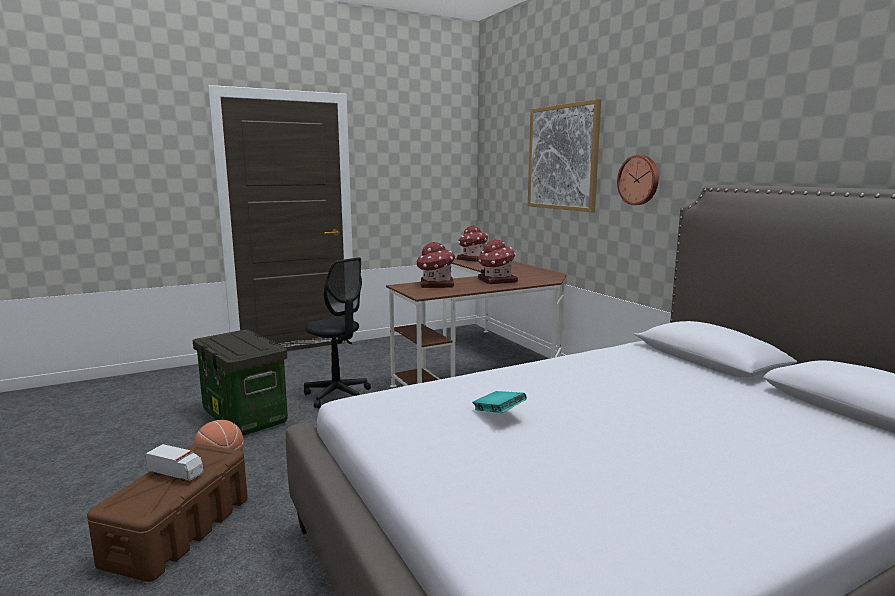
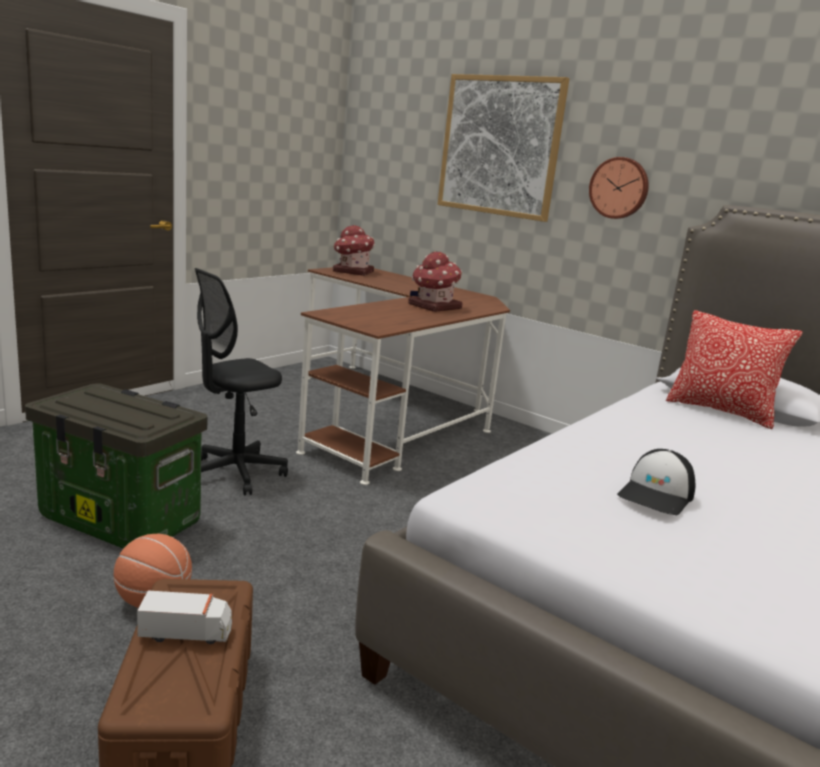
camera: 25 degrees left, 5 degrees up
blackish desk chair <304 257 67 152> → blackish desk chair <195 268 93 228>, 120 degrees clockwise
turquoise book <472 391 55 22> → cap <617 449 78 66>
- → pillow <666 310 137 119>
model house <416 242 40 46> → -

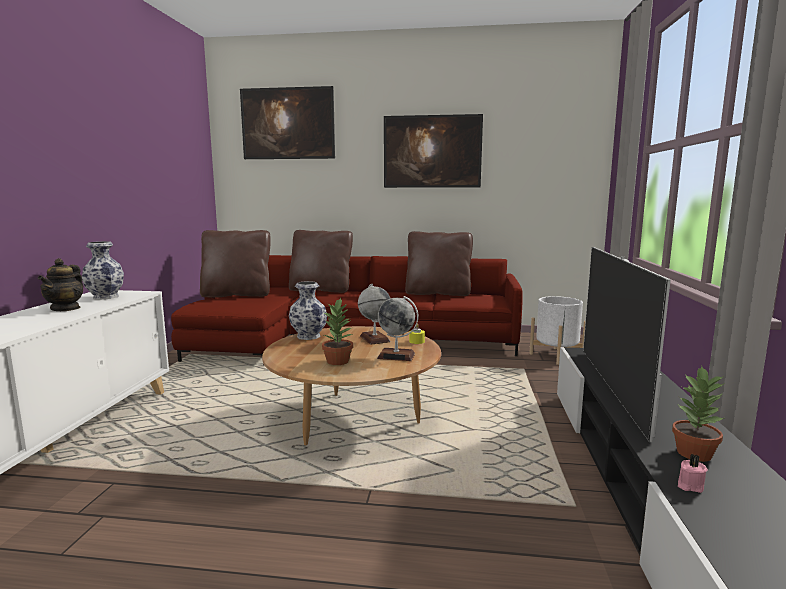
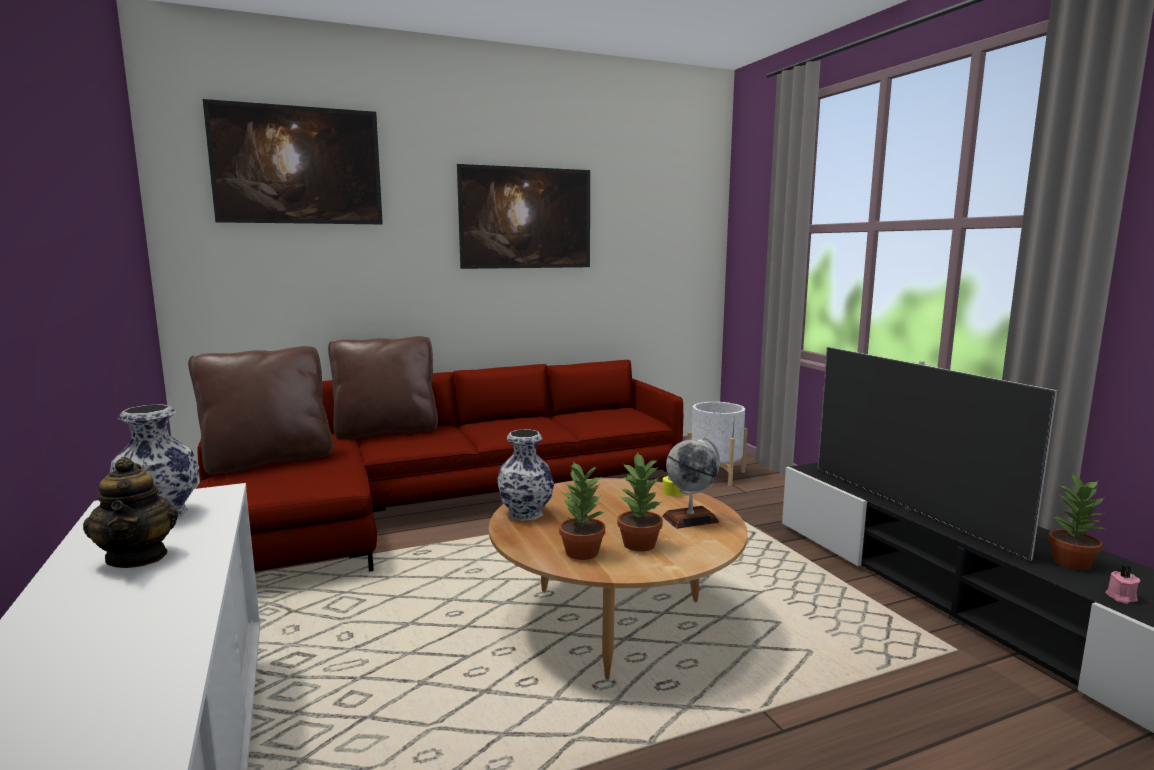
camera: 30 degrees left, 0 degrees up
- → potted plant <559 461 46 99>
desk globe <358 284 33 61> → -
brown pillow <405 231 68 65> → -

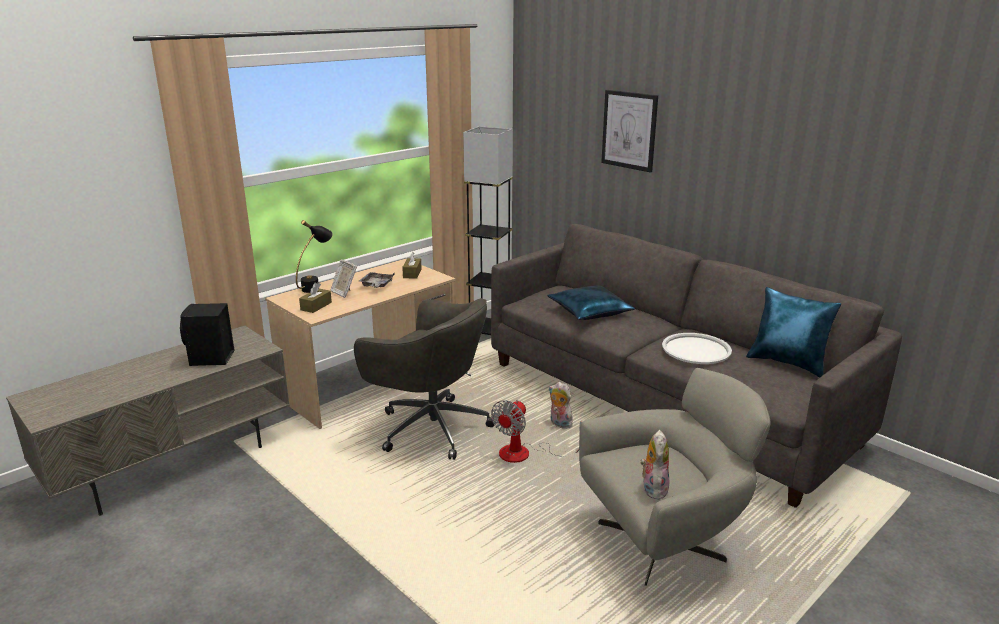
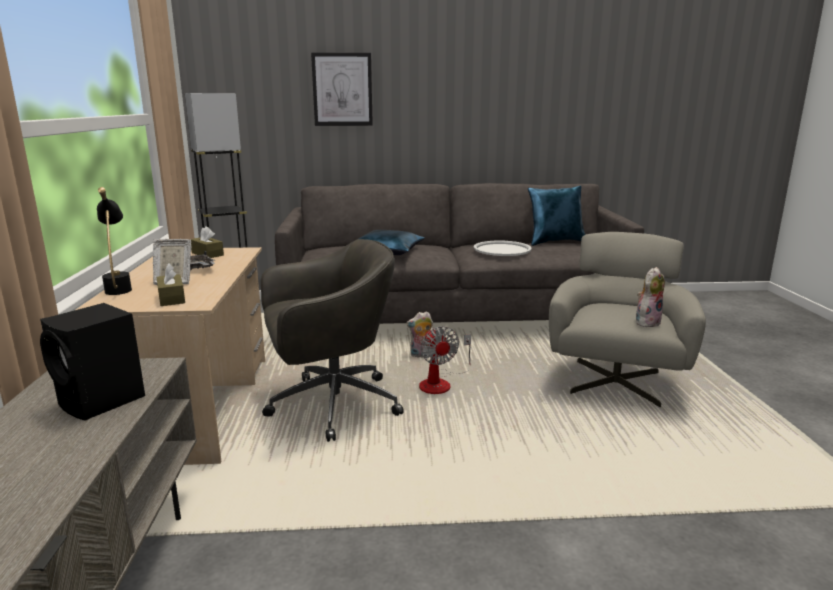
camera: 50 degrees left, 5 degrees down
soft toy <640 430 29 70> → soft toy <636 267 29 60>, 90 degrees clockwise

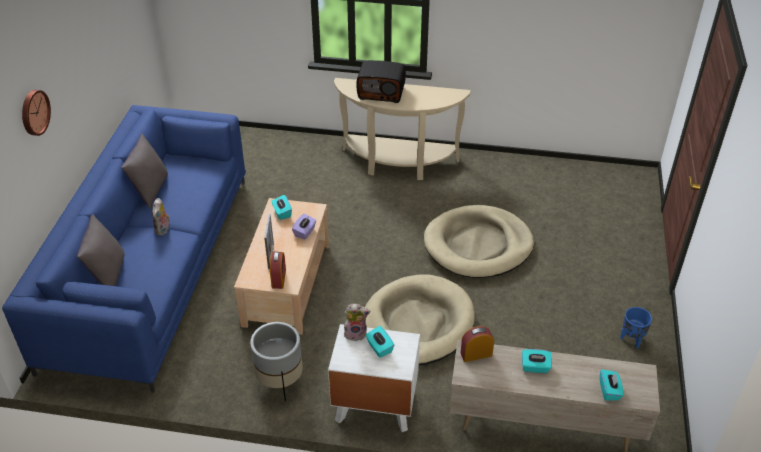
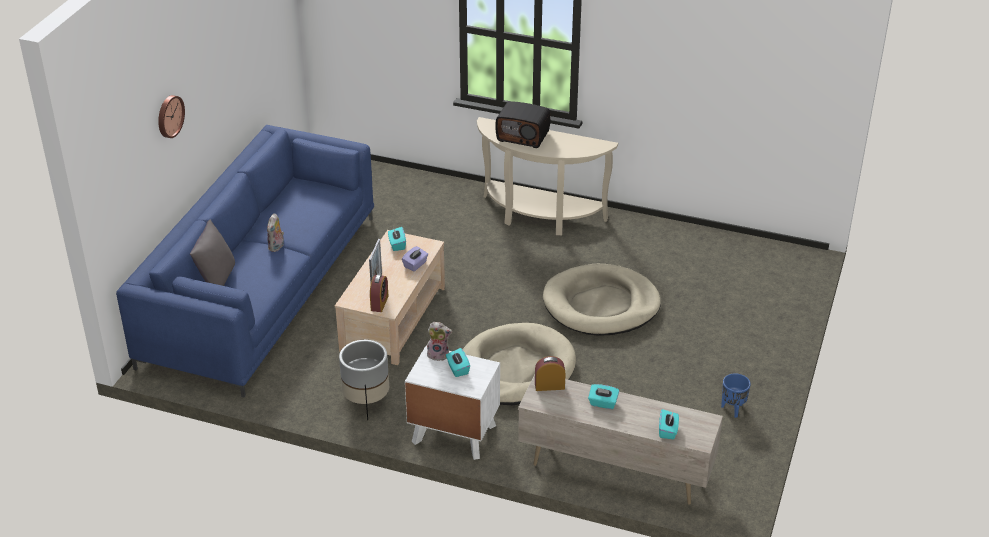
camera: 10 degrees right, 5 degrees down
greyish pillow <121 134 47 75> → -

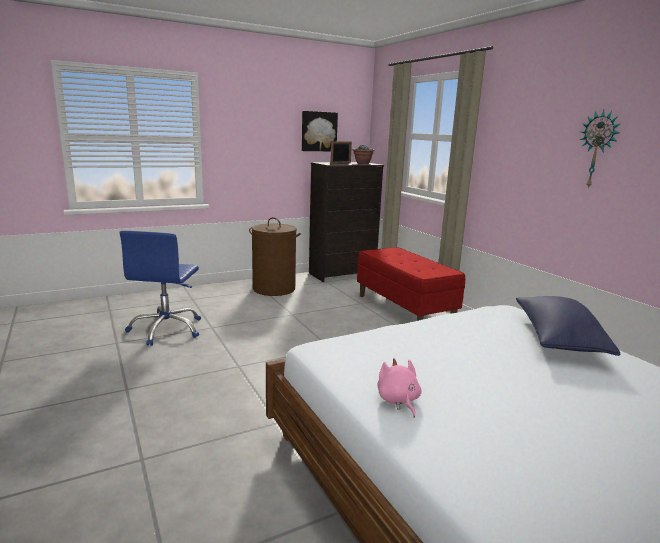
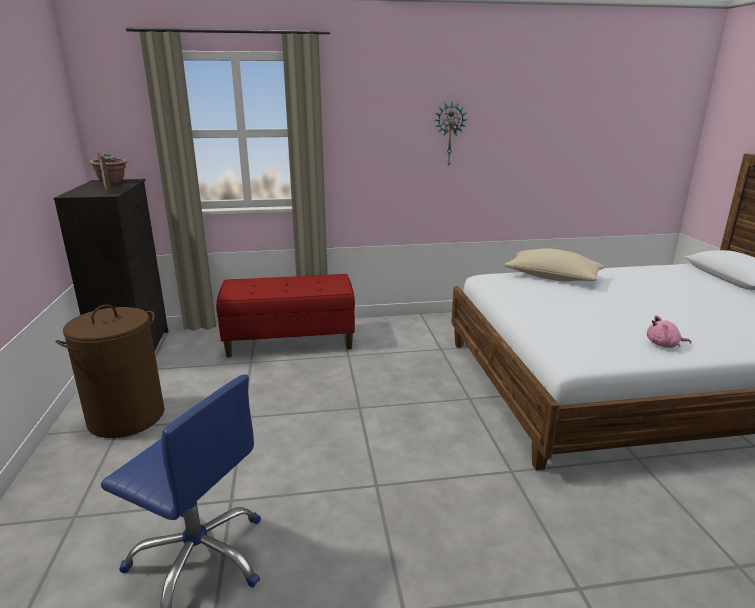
camera: 70 degrees left, 5 degrees up
blue-coloured pillow <516 296 104 60> → sand-coloured pillow <504 248 100 33>
picture <302 111 36 40> → -

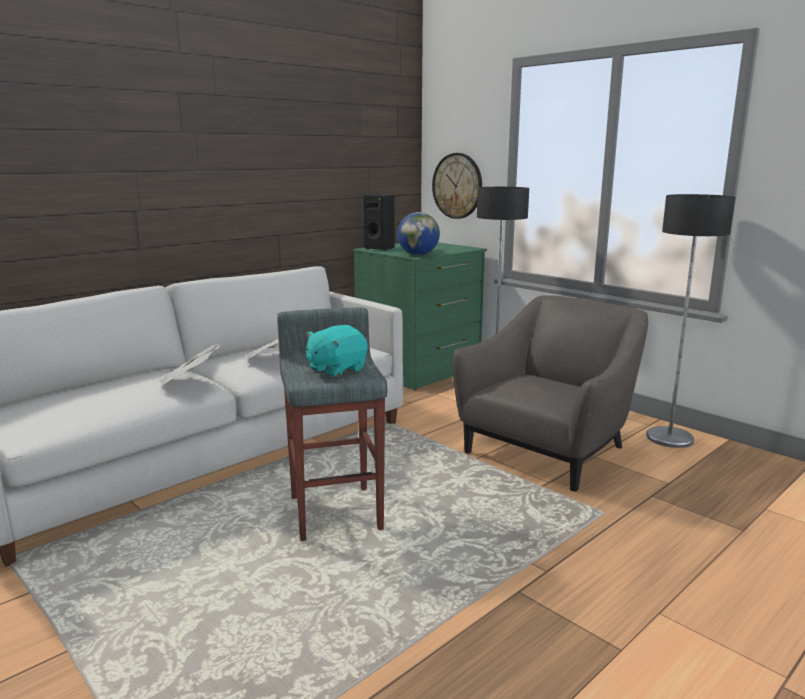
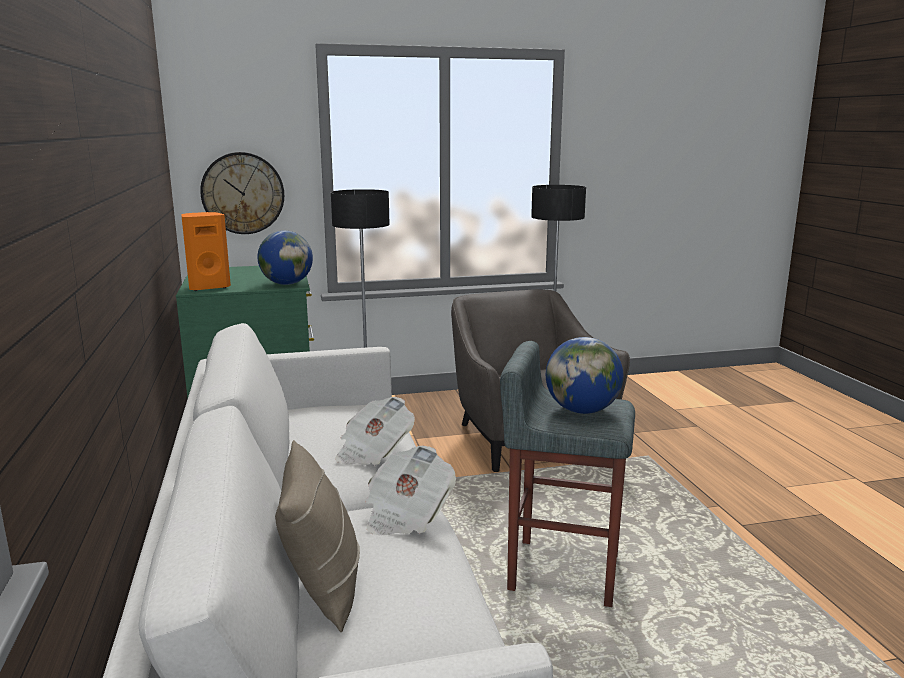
camera: 60 degrees left, 0 degrees up
blackish audio speaker <363 194 32 57> → orange audio speaker <182 212 49 79>
- → sand-coloured pillow <275 440 85 192>
turquoise soft toy <306 325 62 52> → desk globe <546 337 77 77>

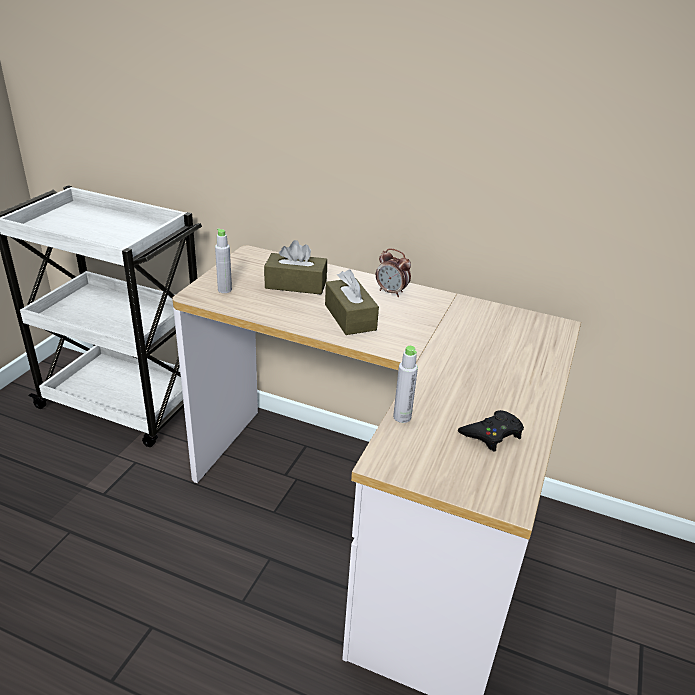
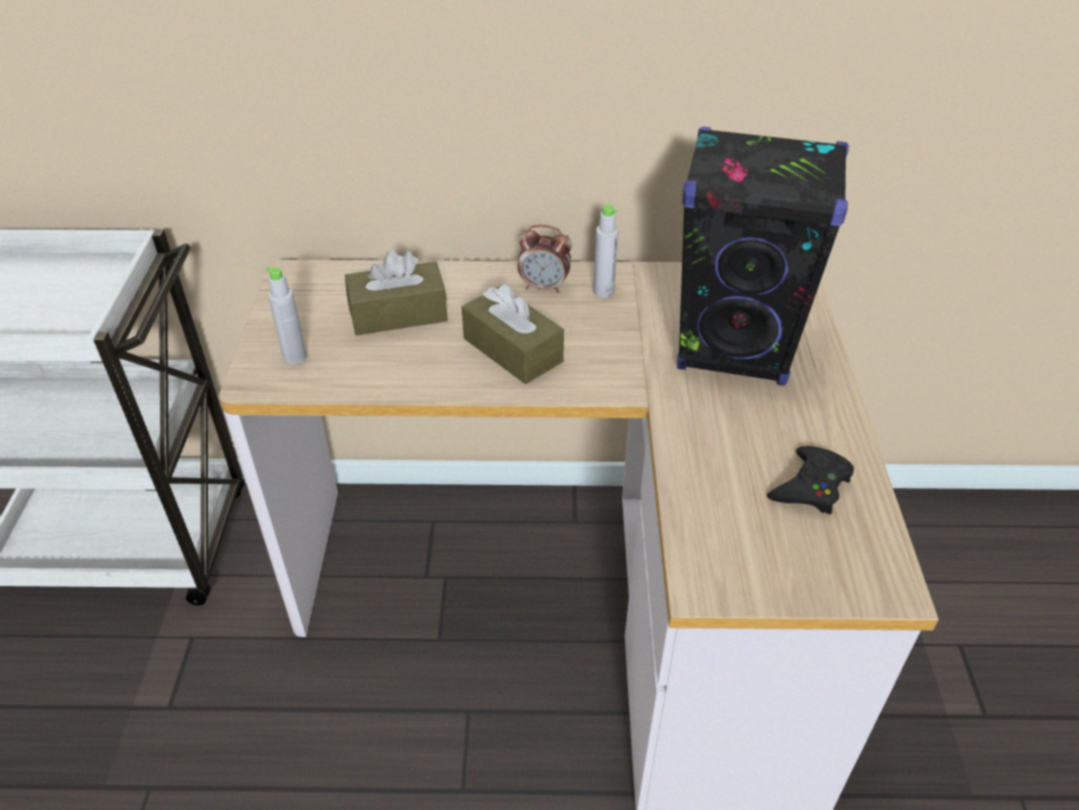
camera: 20 degrees left, 10 degrees up
greyish drink bottle <393 346 25 77> → greyish drink bottle <593 205 25 93>, shifted
- → blackish audio speaker <677 127 172 259>

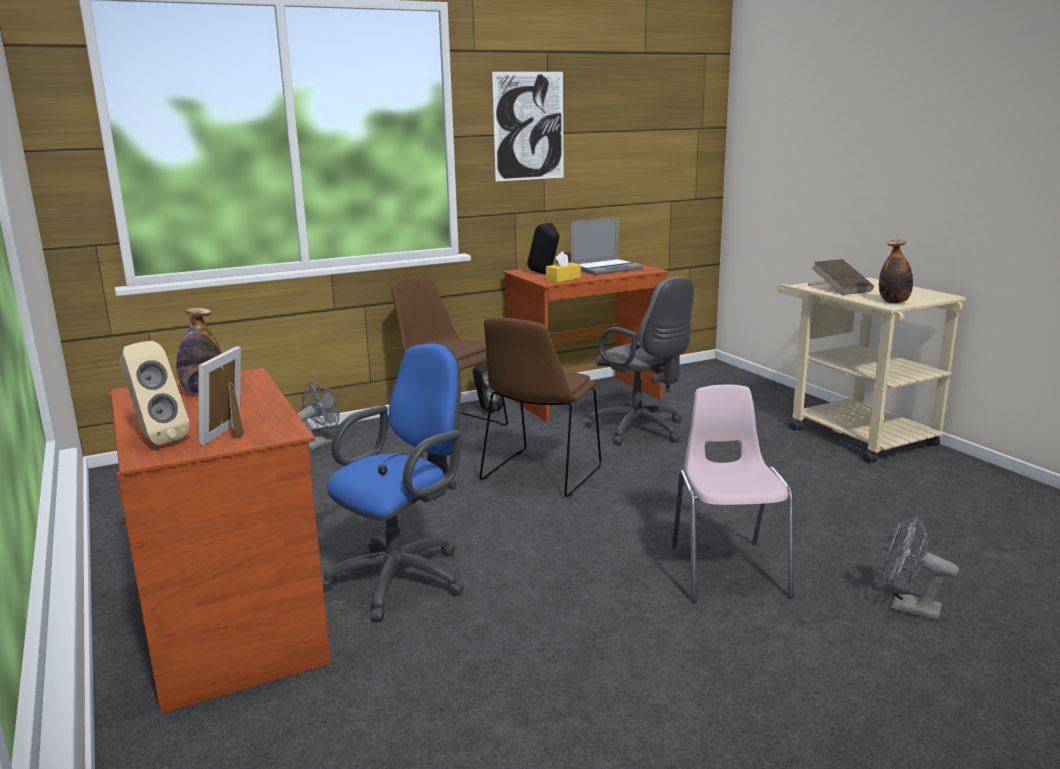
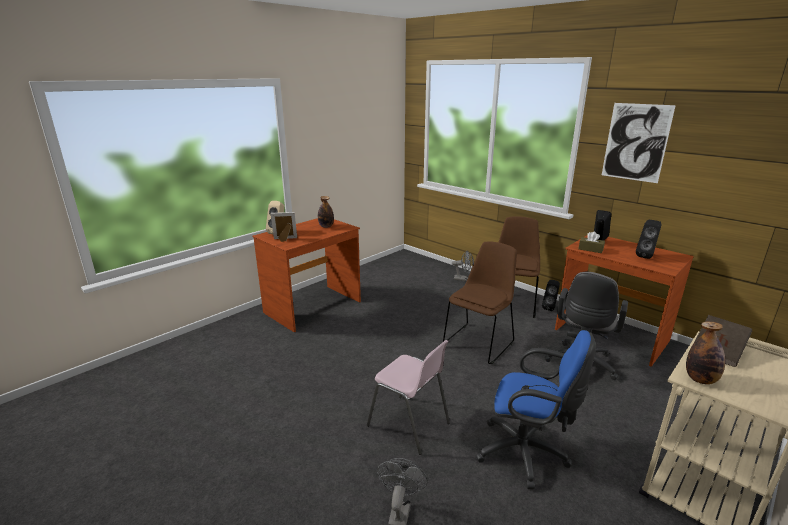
camera: 70 degrees right, 5 degrees up
pink upright chair <672 385 122 218> → pink upright chair <367 340 83 115>, 60 degrees clockwise
brown upright chair <479 317 122 180> → brown upright chair <443 241 74 123>, 120 degrees clockwise
blue-coloured desk chair <322 344 142 278> → blue-coloured desk chair <476 330 120 160>, shifted
yellow tissue holder <546 252 35 31> → brown tissue holder <579 232 26 21>
portable computer <571 217 72 58> → blackish audio speaker <636 220 25 39>

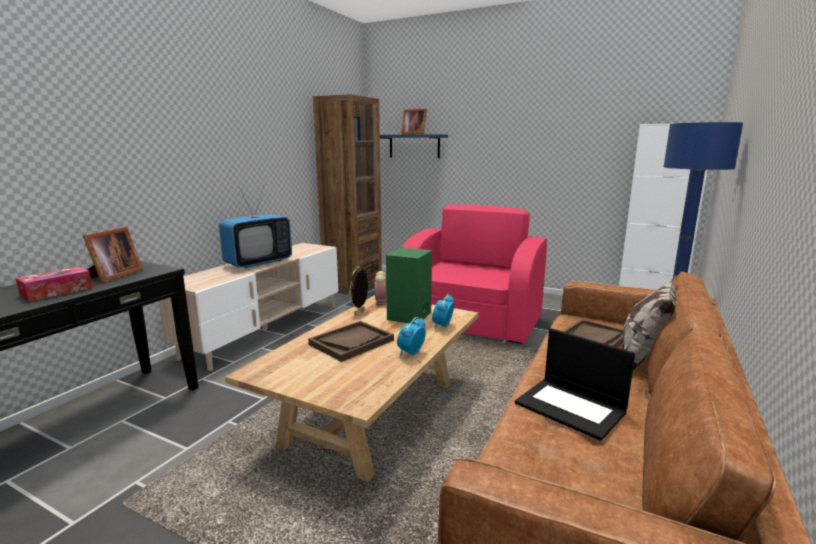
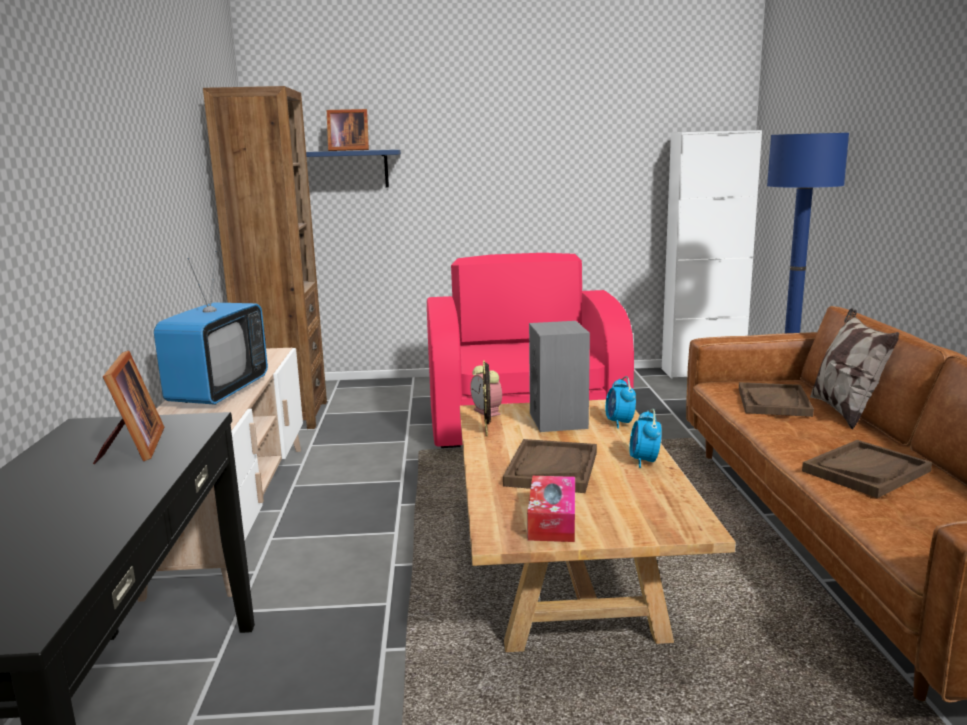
camera: 30 degrees left, 0 degrees up
tissue holder <15 267 78 35> → tissue holder <527 476 48 66>, shifted
green audio speaker <386 247 46 78> → greyish audio speaker <529 321 61 111>
portable computer <515 328 120 113> → brown carrying tray <802 440 130 58>

